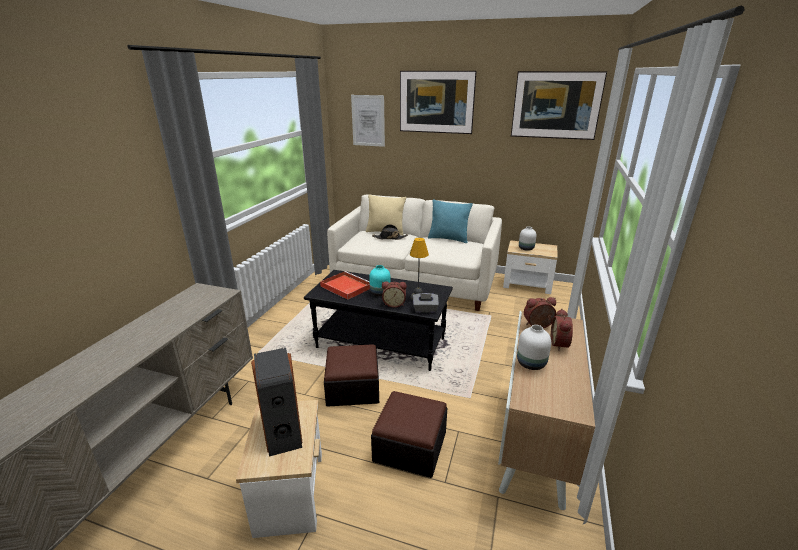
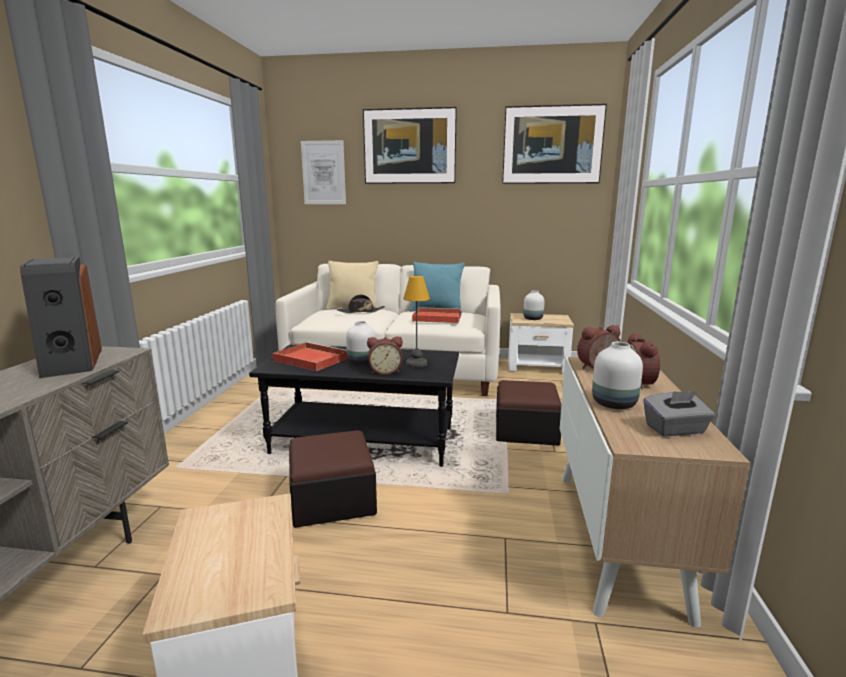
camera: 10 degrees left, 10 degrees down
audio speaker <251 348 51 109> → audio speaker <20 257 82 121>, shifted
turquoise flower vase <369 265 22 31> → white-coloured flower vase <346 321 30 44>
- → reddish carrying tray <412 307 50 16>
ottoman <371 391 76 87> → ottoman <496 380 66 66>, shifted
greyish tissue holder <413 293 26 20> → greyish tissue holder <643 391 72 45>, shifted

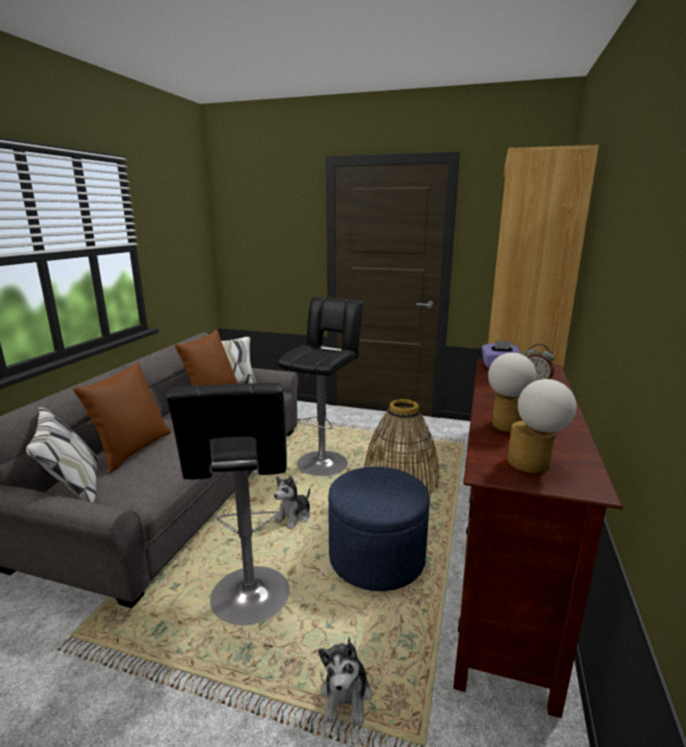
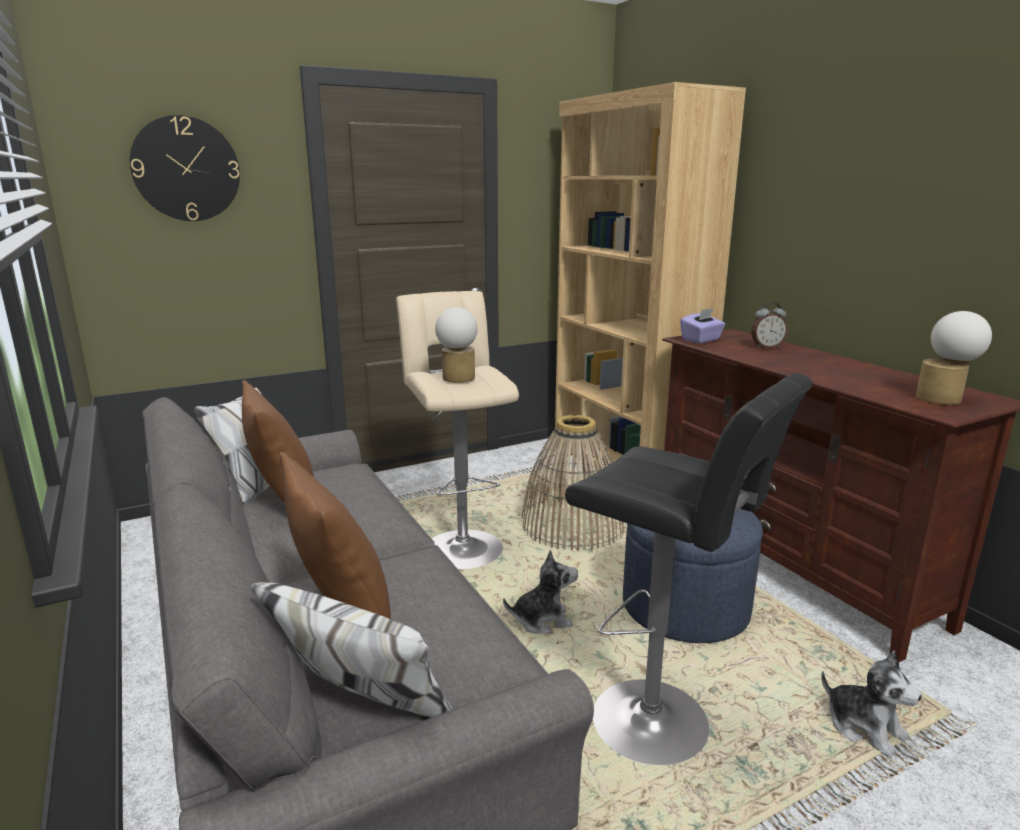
camera: 45 degrees left, 0 degrees up
- → wall clock <130 115 110 106>
blackish stool <278 297 86 179> → sand-coloured stool <396 291 123 278>
lamp for a table <488 353 48 80> → lamp for a table <435 307 43 76>, shifted
soft toy <274 476 36 53> → soft toy <503 550 75 84>, 90 degrees counterclockwise

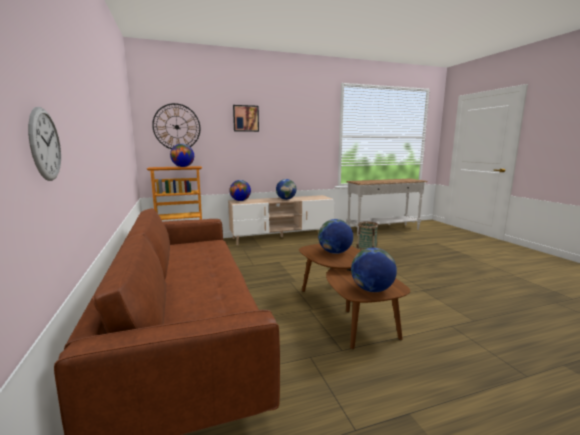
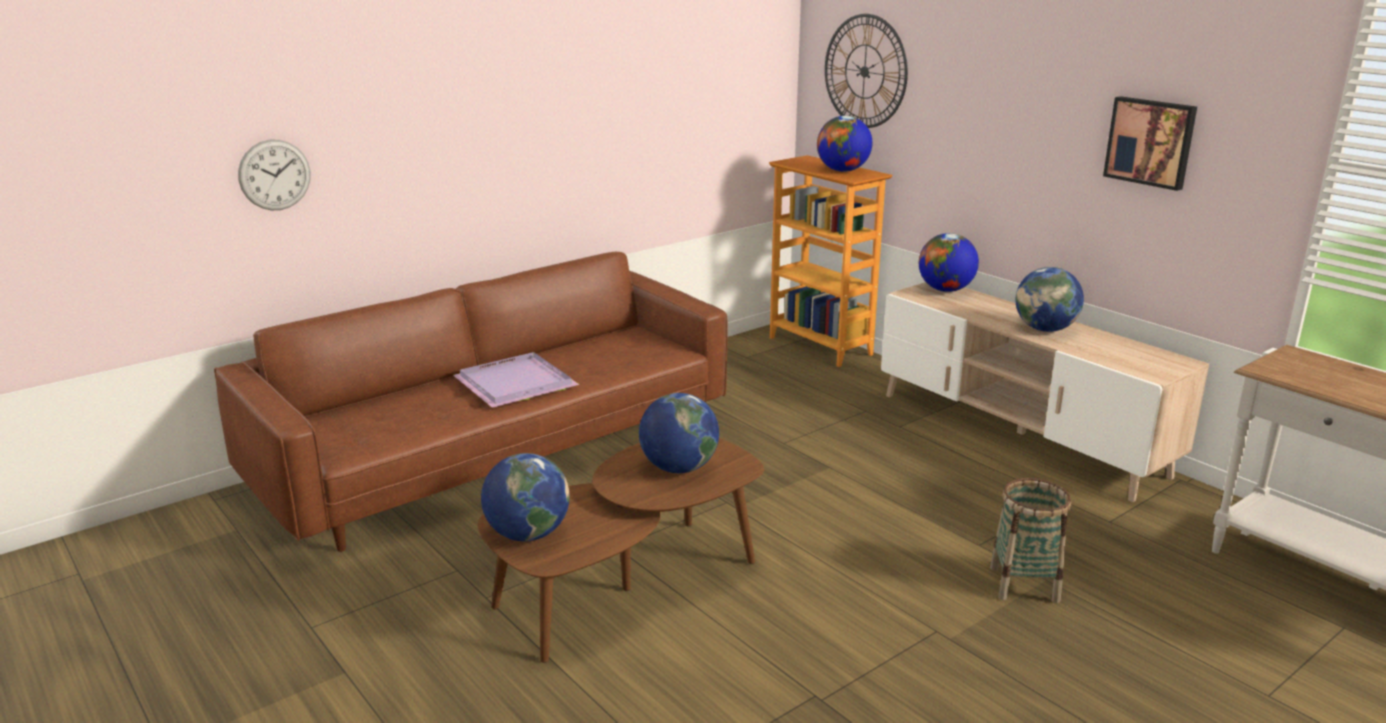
camera: 70 degrees right, 10 degrees up
- → purplish carrying tray <453 352 127 56>
picture <233 105 26 27> → picture <1103 96 94 95>, shifted

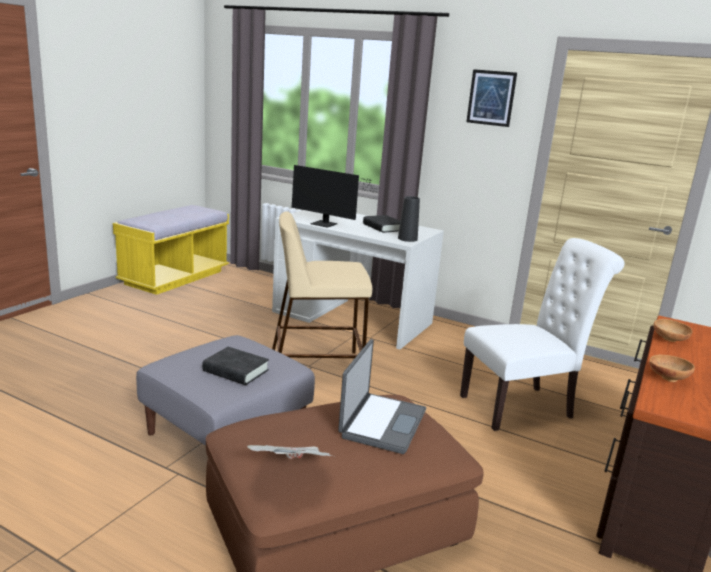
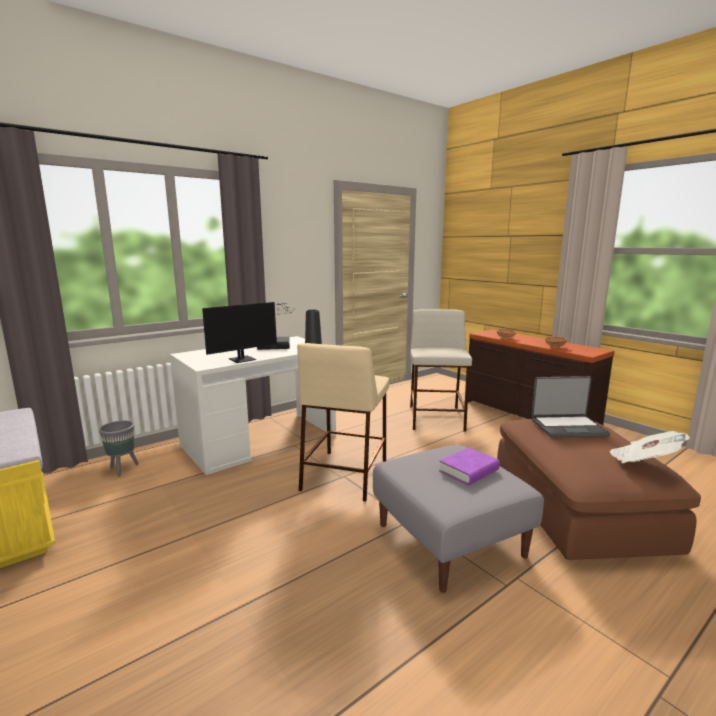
camera: 65 degrees left, 5 degrees down
- → greyish planter <99 421 40 56>
white-coloured upright chair <460 238 164 193> → sand-coloured stool <410 309 62 123>
blackish book <202 347 67 38> → purplish book <439 447 61 38>
portable computer <338 339 88 115> → portable computer <531 376 79 61>, 135 degrees clockwise
picture <466 69 51 58> → -

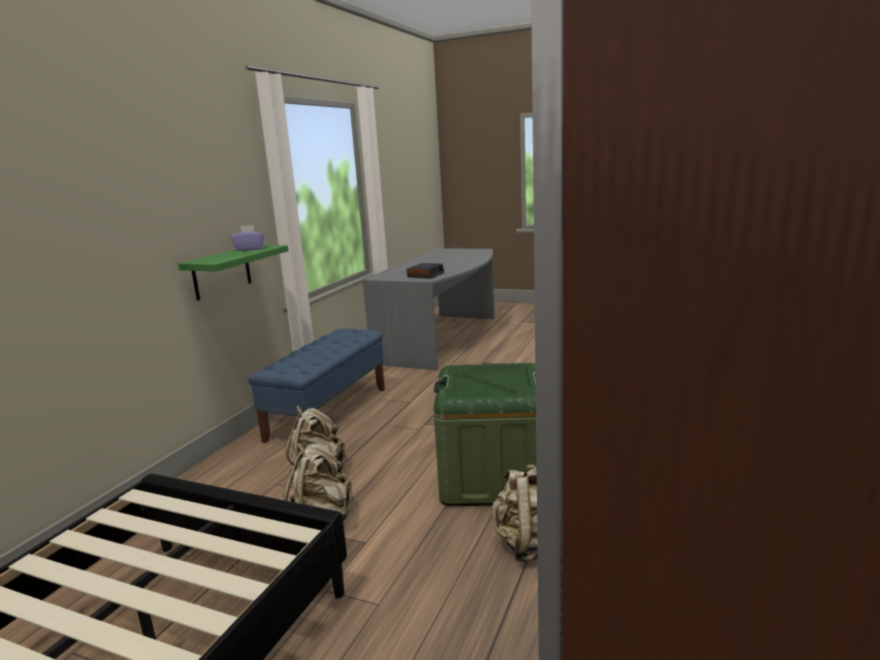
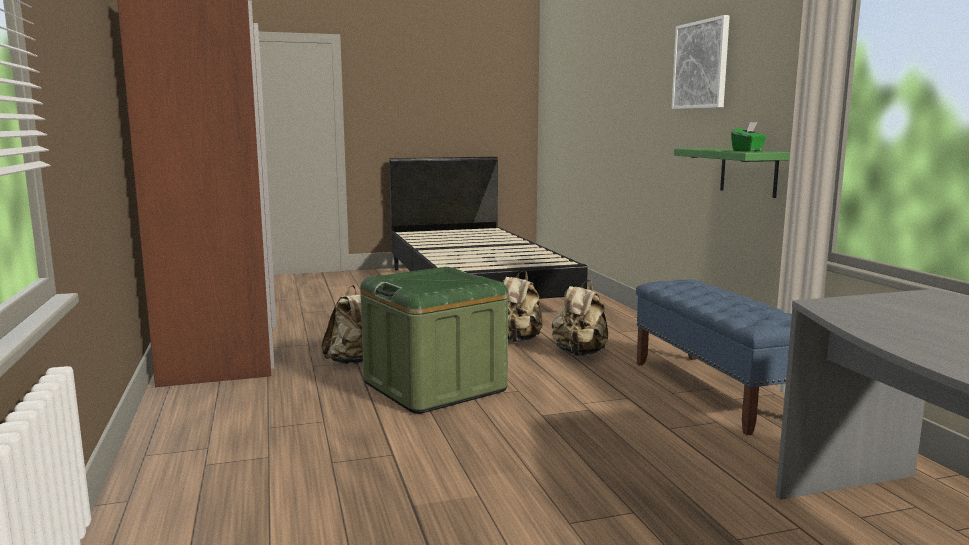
camera: 140 degrees right, 5 degrees down
- → picture <672 15 58 94>
purplish tissue holder <231 225 34 26> → green tissue holder <731 122 36 29>
bedside clock <407 263 37 16> → -

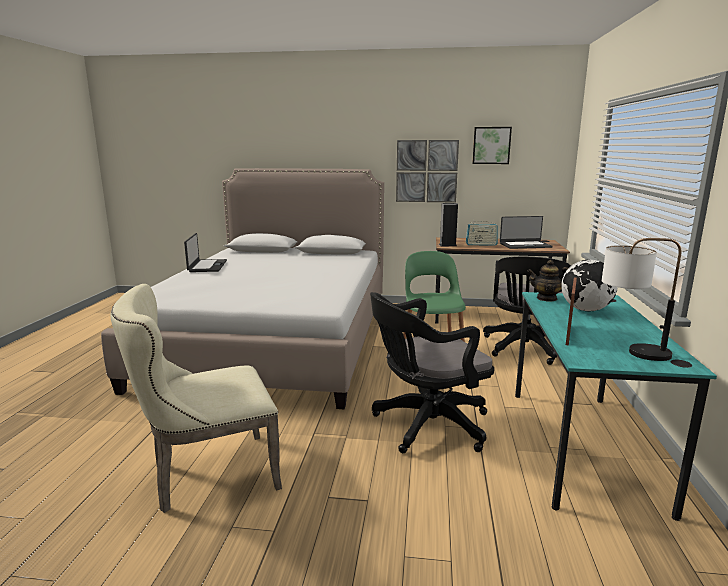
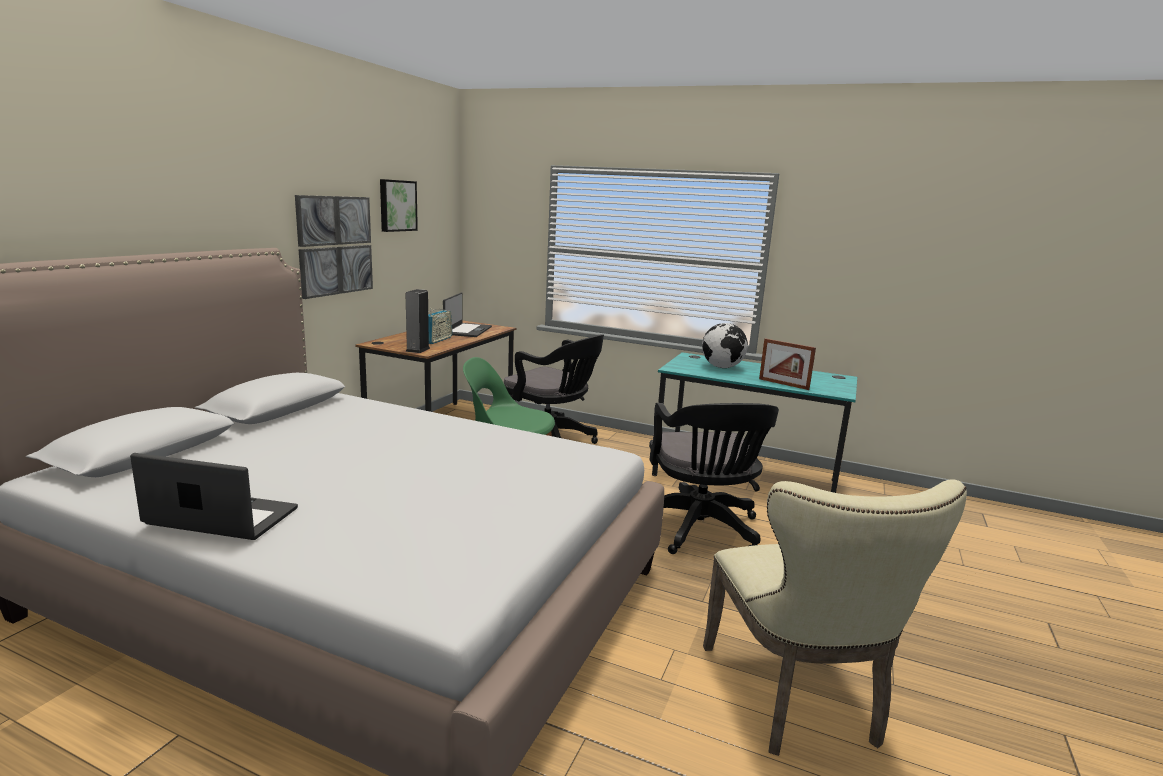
camera: 75 degrees left, 0 degrees up
pot for tea <527 260 41 41> → -
lamp for a table <602 238 79 123> → -

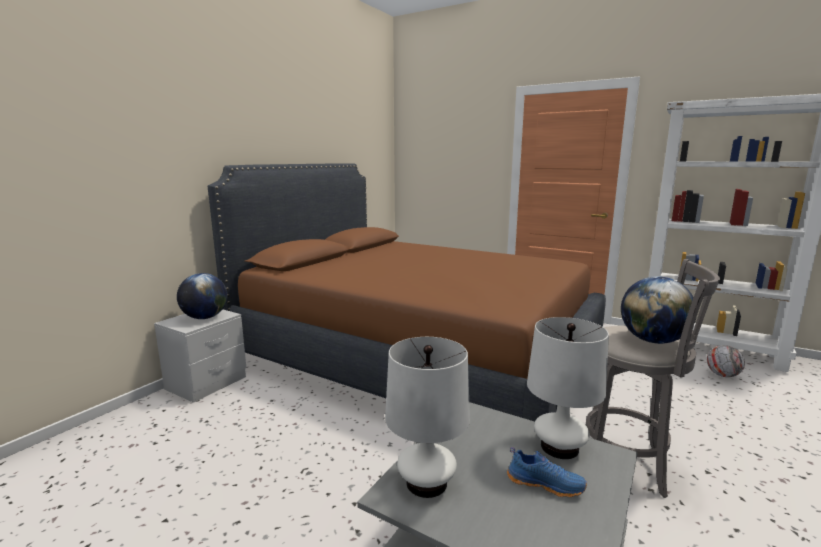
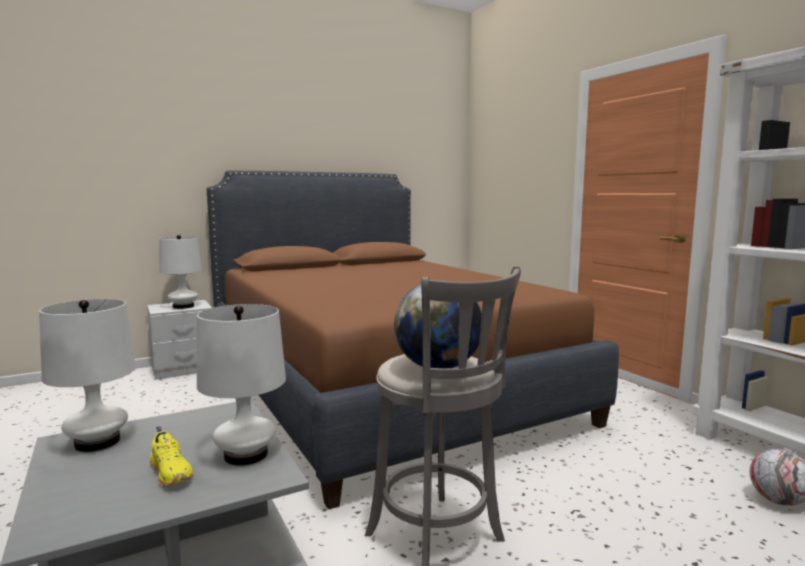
camera: 30 degrees right, 5 degrees down
blue-coloured low shoe <507 447 80 50> → yellow low shoe <150 426 43 60>
desk globe <177 273 50 46> → white-coloured lamp for a table <159 235 43 74>

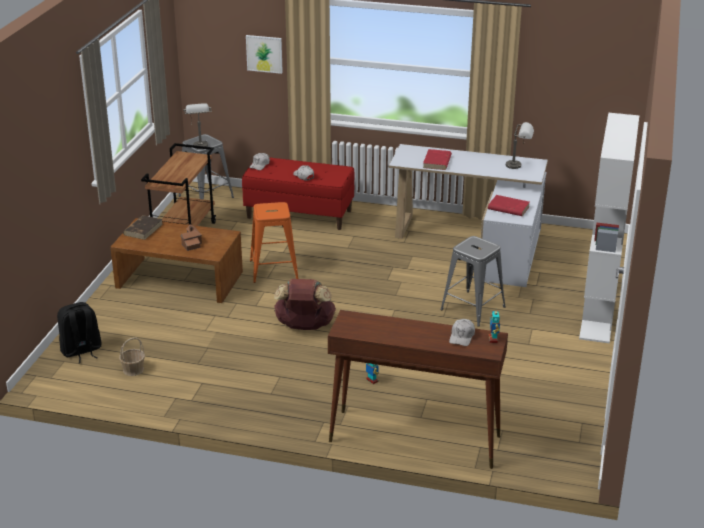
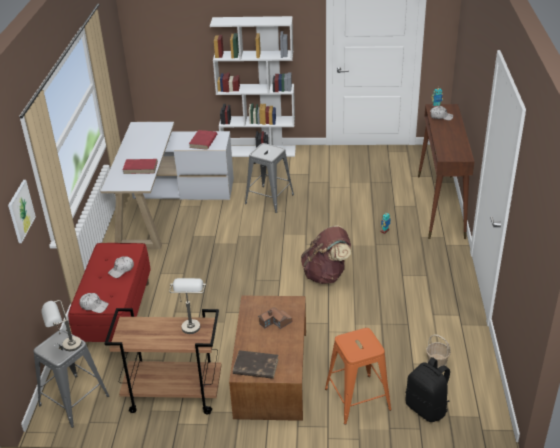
camera: 100 degrees left, 5 degrees up
greyish lamp for a table <506 122 28 47> → greyish lamp for a table <169 278 37 56>, shifted
orange stool <250 202 49 81> → orange stool <325 328 66 97>, shifted

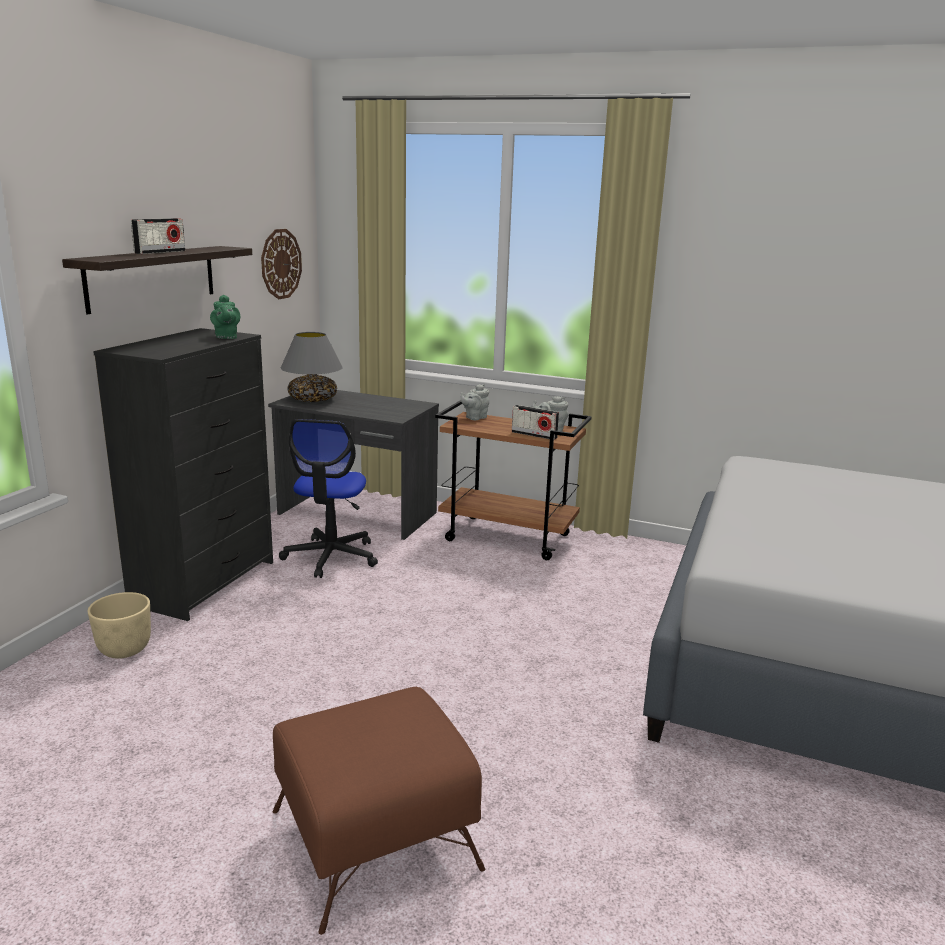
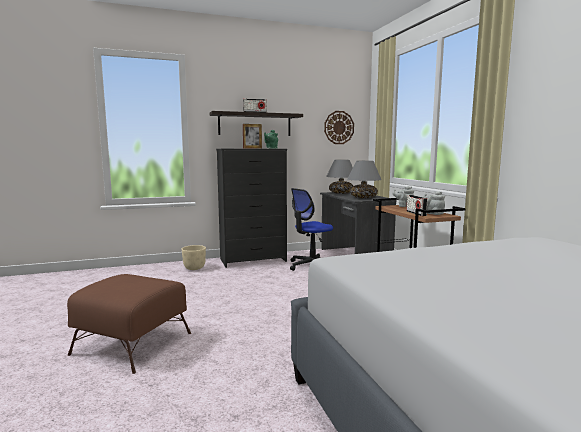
camera: 50 degrees right, 10 degrees down
- → photo frame <243 124 19 24>
- → greyish lamp for a table <347 161 35 37>

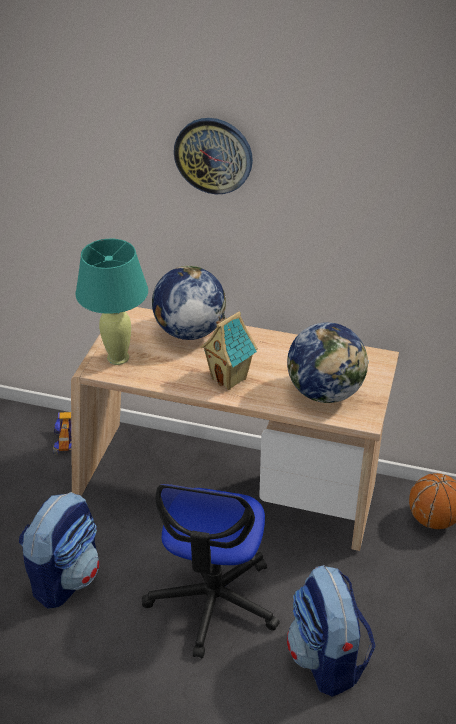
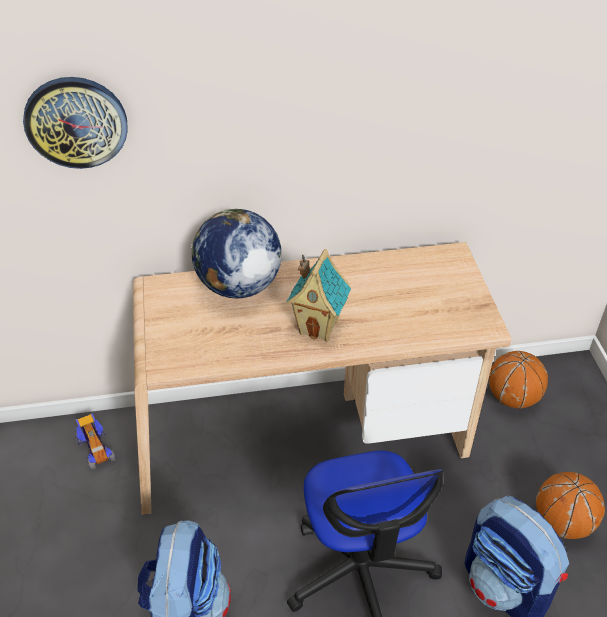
camera: 25 degrees left, 5 degrees up
wall clock <174 118 79 76> → wall clock <23 77 105 92>, shifted
- → ball for basketball <536 472 69 67>
turquoise lamp for a table <75 238 73 127> → -
desk globe <287 322 82 81> → -

